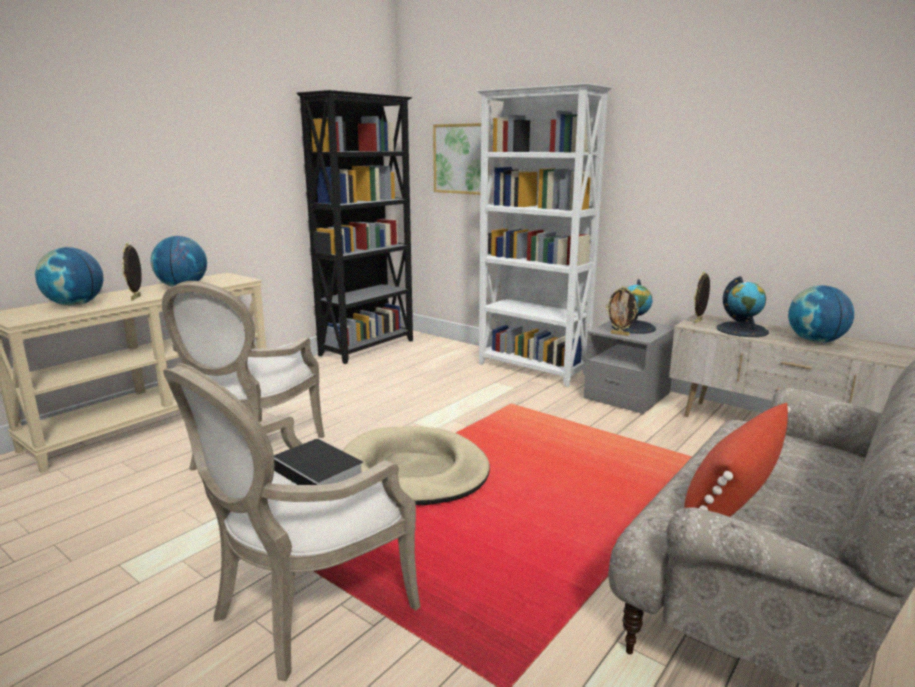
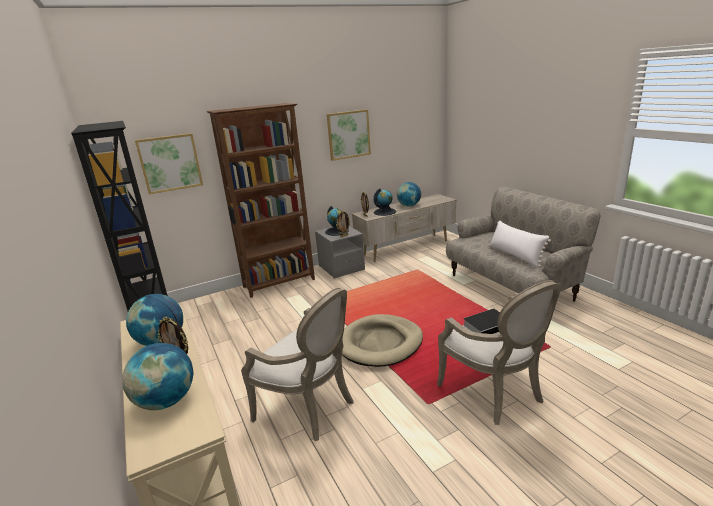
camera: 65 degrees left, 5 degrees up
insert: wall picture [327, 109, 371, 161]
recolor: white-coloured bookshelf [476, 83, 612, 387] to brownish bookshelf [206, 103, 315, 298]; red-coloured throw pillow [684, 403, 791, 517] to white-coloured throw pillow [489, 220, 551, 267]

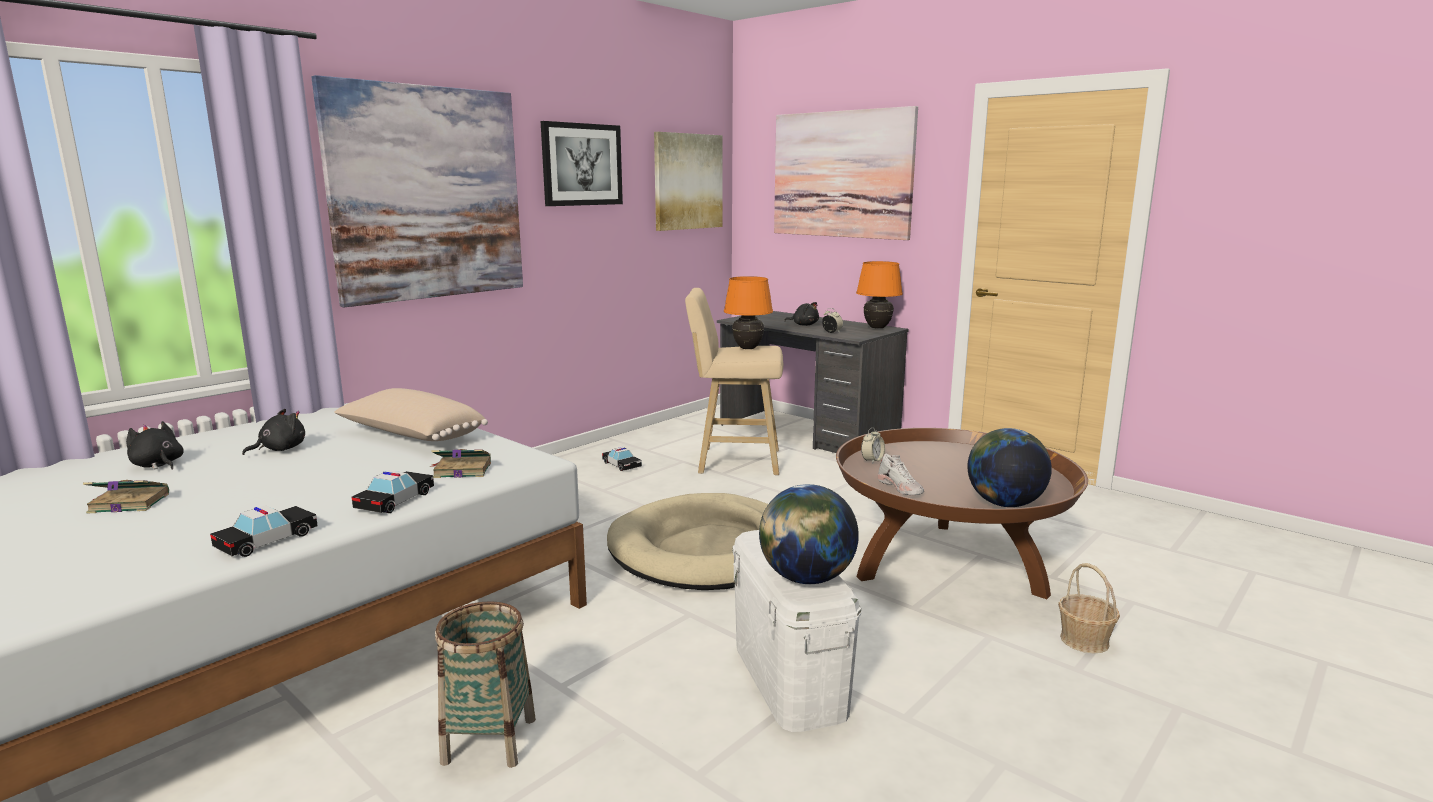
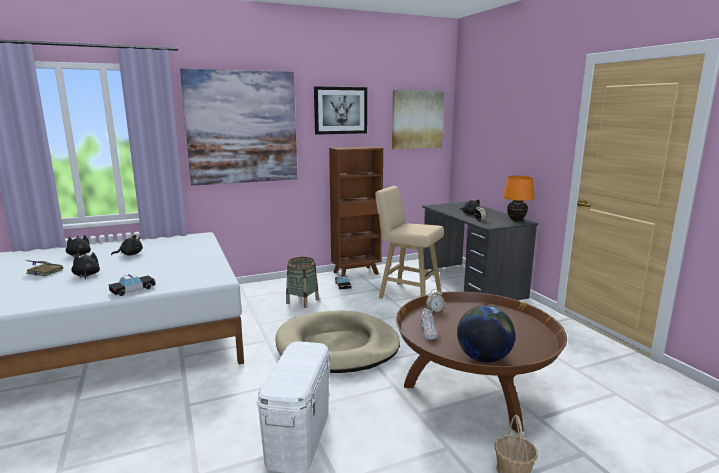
camera: 25 degrees right, 0 degrees up
delete: model car [210, 505, 318, 557]; beige throw pillow [334, 388, 488, 441]; volume [430, 449, 491, 478]; orange-coloured lamp for a table [724, 276, 773, 349]; globe [759, 484, 859, 584]; wall picture [774, 106, 918, 240]
insert: blackish soft toy [71, 252, 100, 280]; brownish bookshelf [329, 146, 383, 276]
move: household basket [435, 601, 536, 768] to [286, 257, 319, 308]

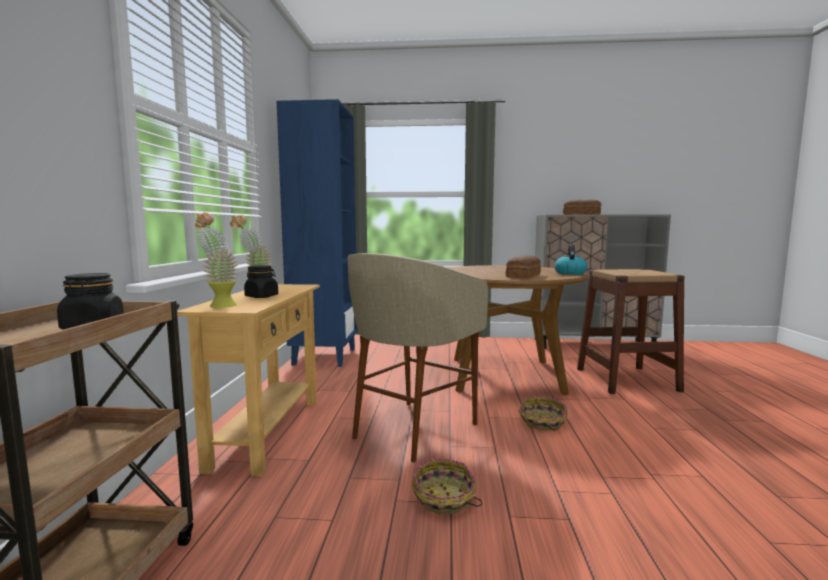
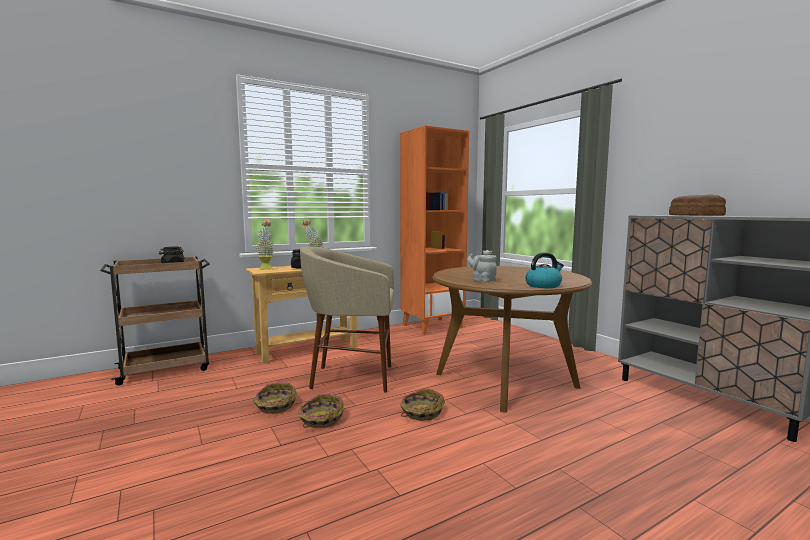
camera: 55 degrees right, 0 degrees up
delete: brownish sitting stool [577, 269, 685, 394]
insert: household basket [299, 394, 344, 428]
replace: bakery bread [506, 255, 541, 279] to grey teapot [467, 250, 497, 282]
recolor: blue-coloured bookshelf [277, 99, 358, 367] to orange-coloured bookshelf [400, 126, 469, 335]

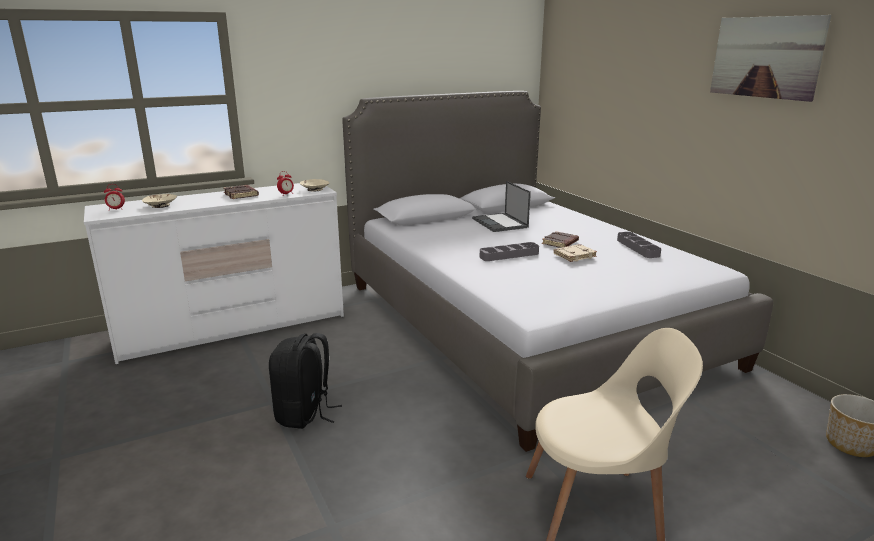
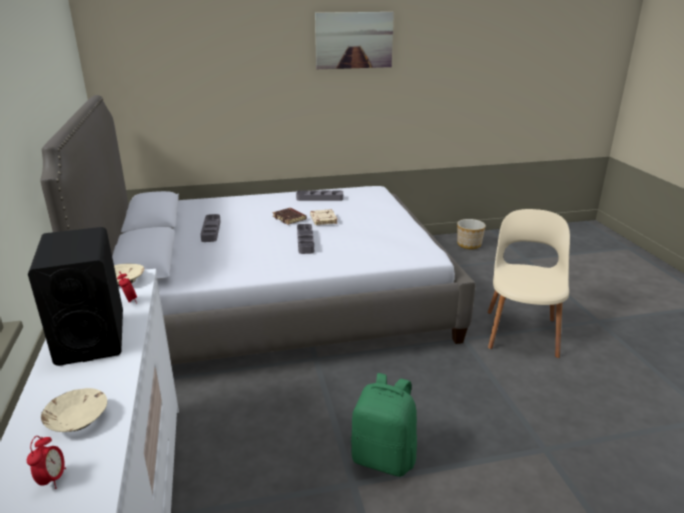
camera: 75 degrees left, 5 degrees up
replace: brownish volume [224, 185, 259, 199] to blackish audio speaker [28, 227, 123, 366]; laptop [472, 181, 531, 232] to grey tray [200, 214, 221, 242]
recolor: blackish knapsack [269, 333, 342, 429] to green-coloured knapsack [351, 373, 417, 477]

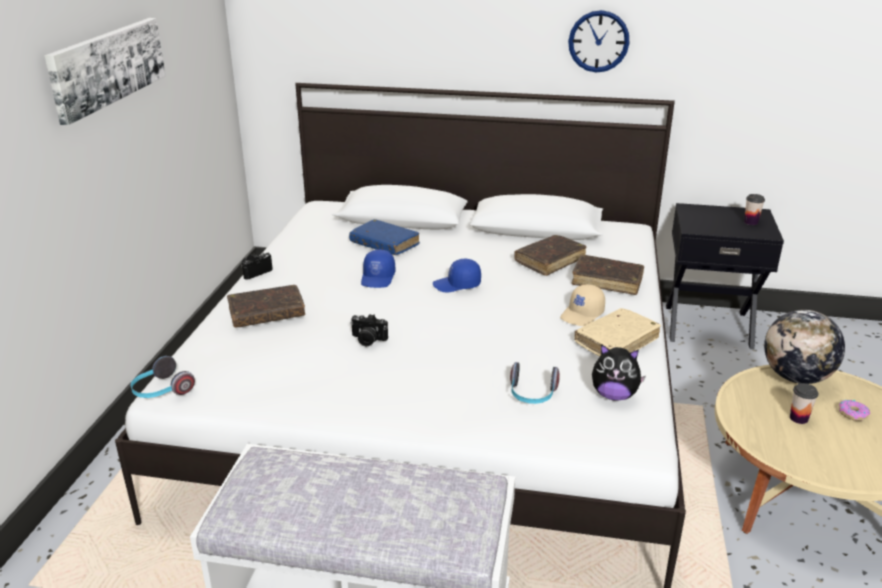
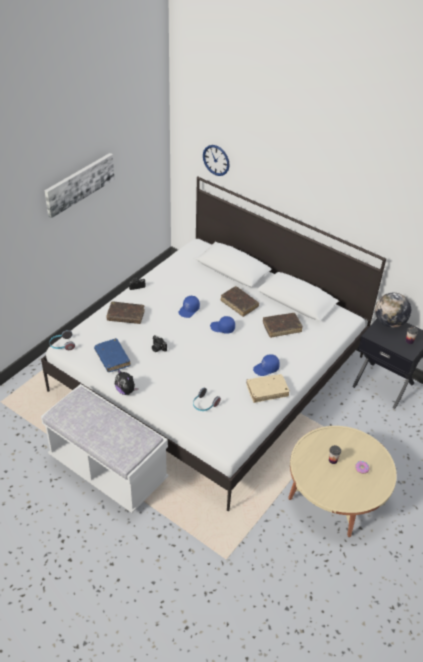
camera: 25 degrees right, 15 degrees up
move: blue-coloured volume [349, 219, 420, 255] to [94, 338, 131, 372]; soft toy [592, 344, 646, 401] to [115, 369, 138, 395]; wall clock [568, 10, 629, 72] to [203, 145, 230, 176]; brownish volume [571, 255, 644, 295] to [221, 286, 259, 317]; globe [764, 310, 845, 384] to [375, 293, 411, 328]
recolor: beige baseball cap [560, 284, 605, 326] to blue-coloured baseball cap [253, 354, 280, 376]

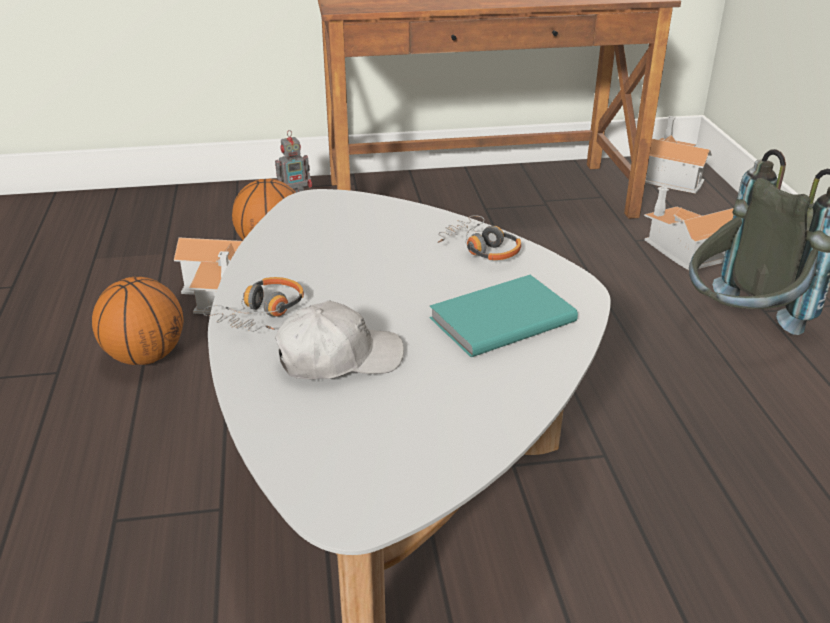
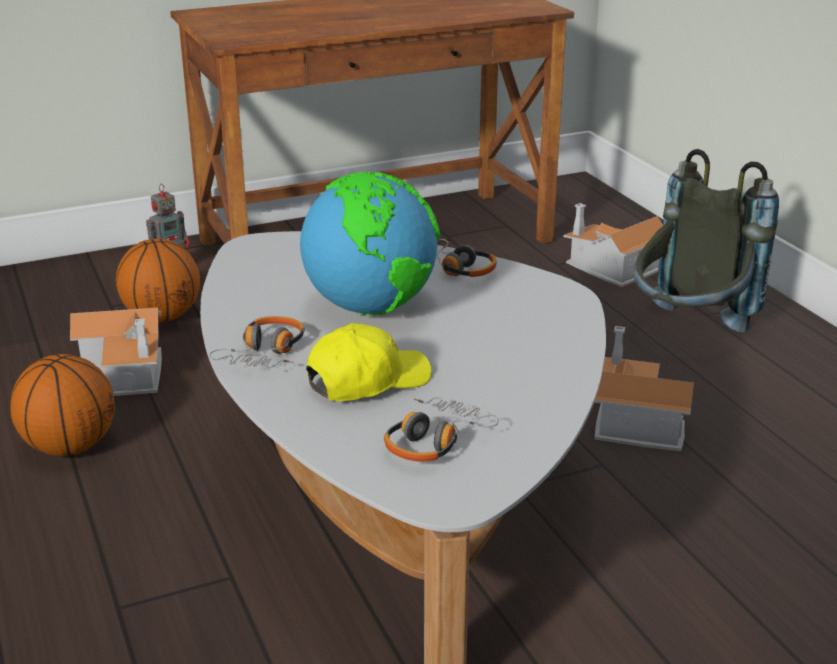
camera: 15 degrees left, 5 degrees down
delete: turquoise-coloured volume [429, 275, 578, 357]
insert: globe [300, 172, 440, 316]; headset [384, 397, 499, 462]
move: toy house [645, 116, 712, 194] to [594, 326, 694, 451]
recolor: white-coloured baseball cap [275, 301, 404, 380] to yellowish baseball cap [306, 323, 432, 401]

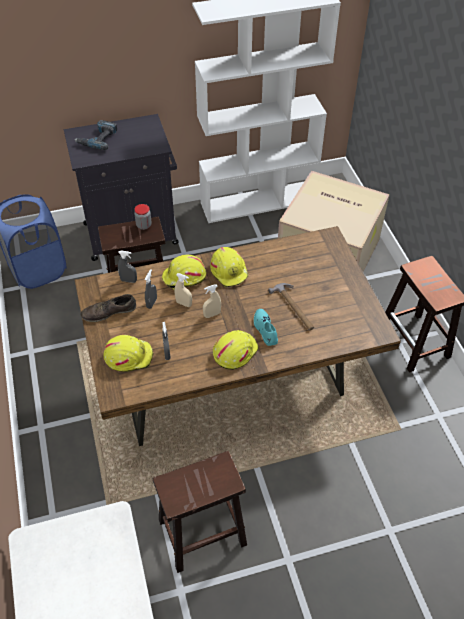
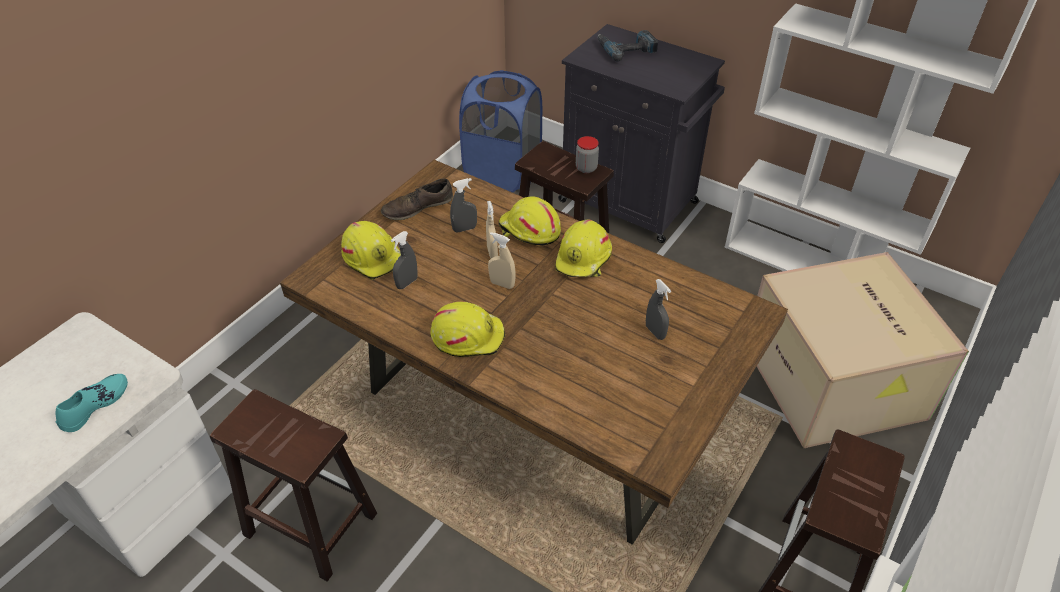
camera: 50 degrees right, 5 degrees down
delete: hammer [268, 283, 314, 330]
move: turquoise-coloured low shoe [254, 309, 278, 346] to [55, 374, 128, 432]; grey hand sprayer [118, 251, 137, 283] to [646, 279, 671, 340]
rotate: brownish low shoe [81, 294, 136, 322] = [381, 179, 453, 220] 60 degrees counterclockwise

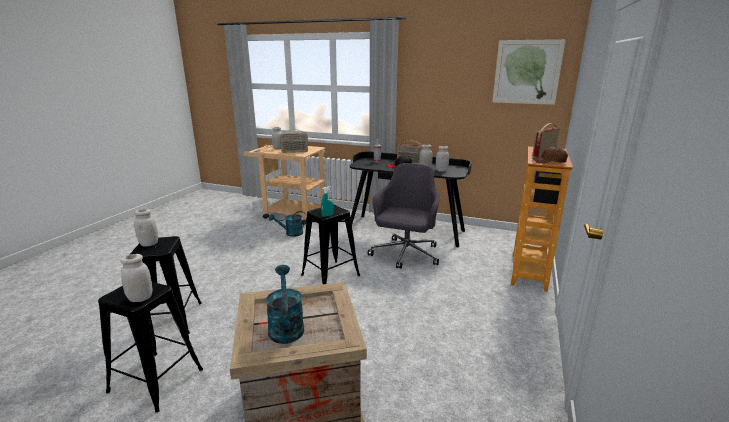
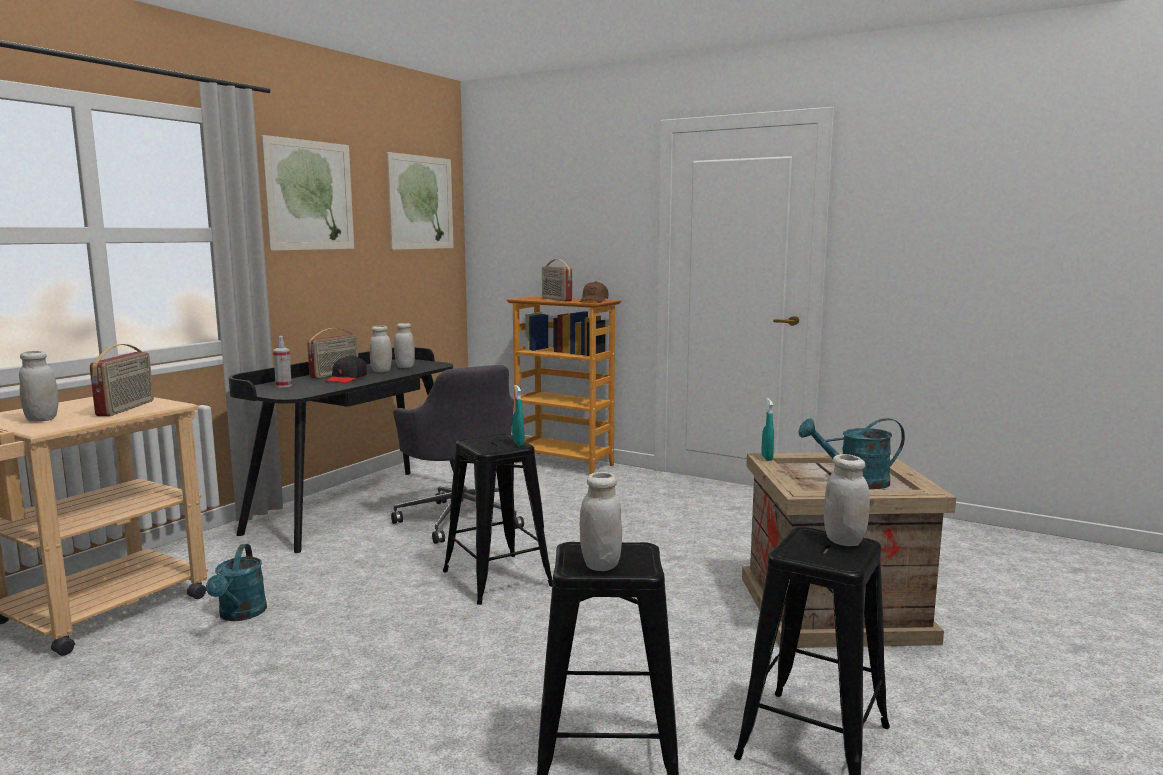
camera: 80 degrees left, 10 degrees down
insert: wall picture [261, 135, 354, 251]; turquoise-coloured hand sprayer [762, 398, 774, 461]
rotate: grey desk chair [368, 163, 440, 269] = [391, 365, 524, 544] 150 degrees counterclockwise

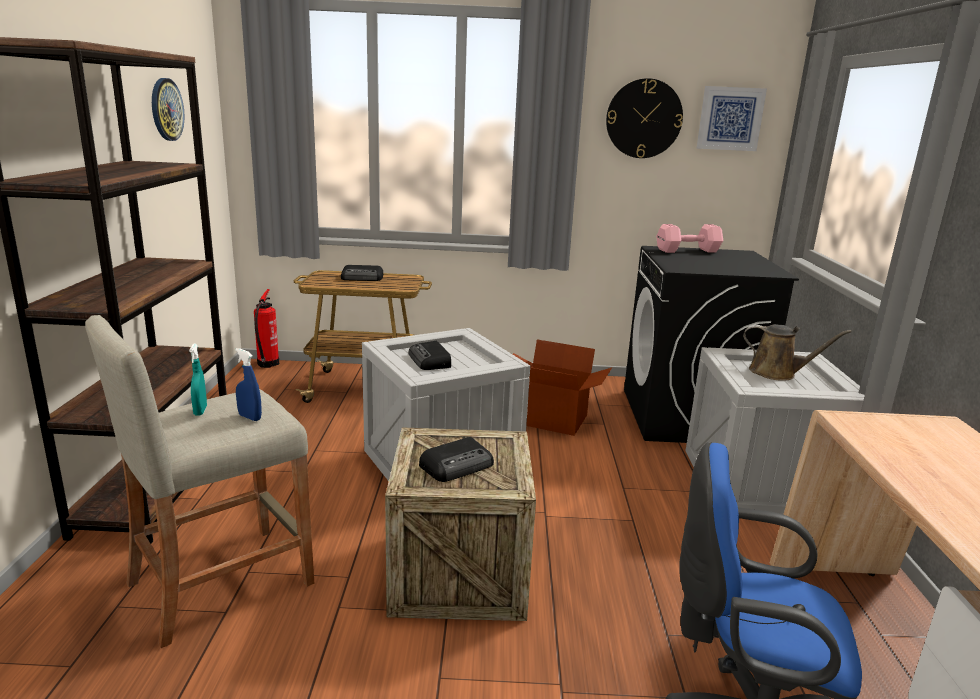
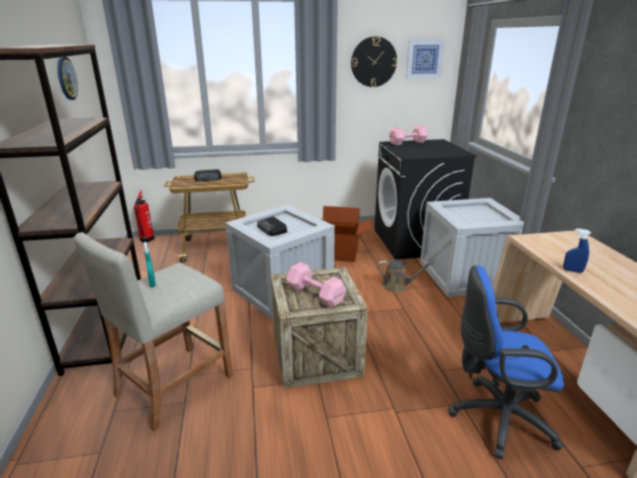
camera: 10 degrees left, 5 degrees up
move: brownish watering can [743, 324, 852, 381] to [377, 260, 434, 292]; blue-coloured hand sprayer [235, 348, 262, 421] to [563, 229, 591, 273]
replace: radio set [419, 437, 494, 482] to pink dumbbell [286, 262, 346, 308]

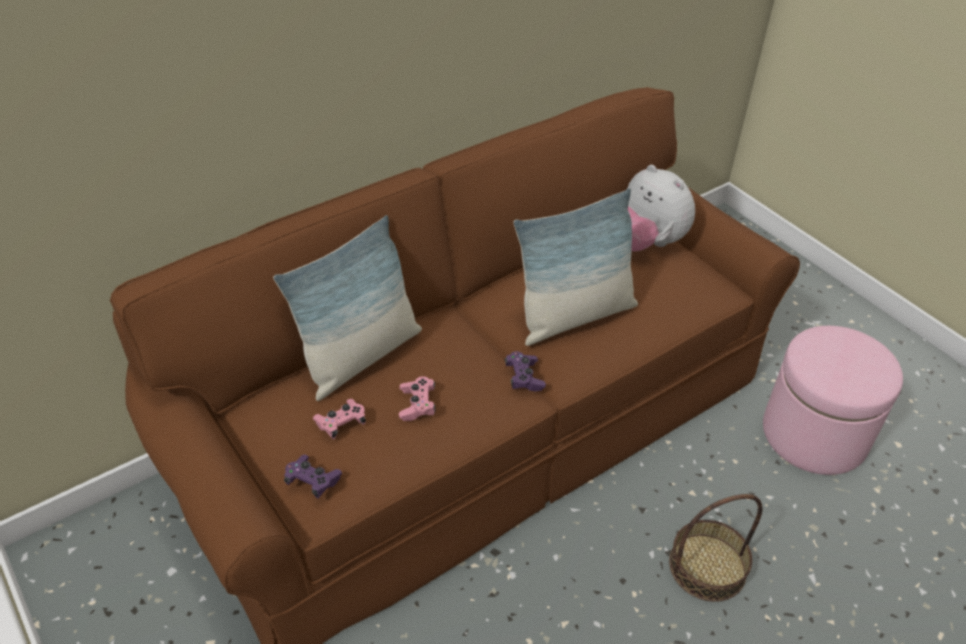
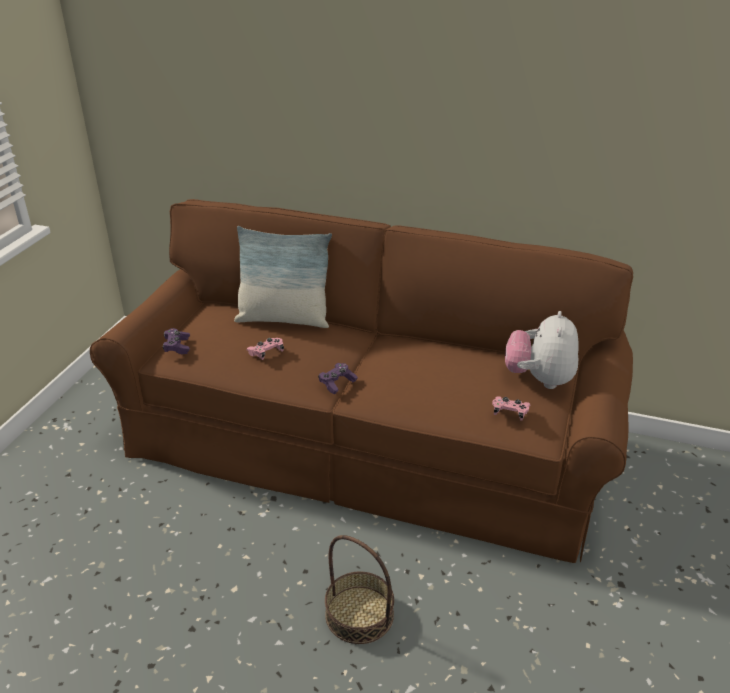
camera: 55 degrees right, 10 degrees down
delete: throw pillow [513, 188, 638, 346]; pink pouffe [763, 326, 903, 475]
move: pink joypad [313, 399, 366, 440] to [492, 396, 530, 421]

